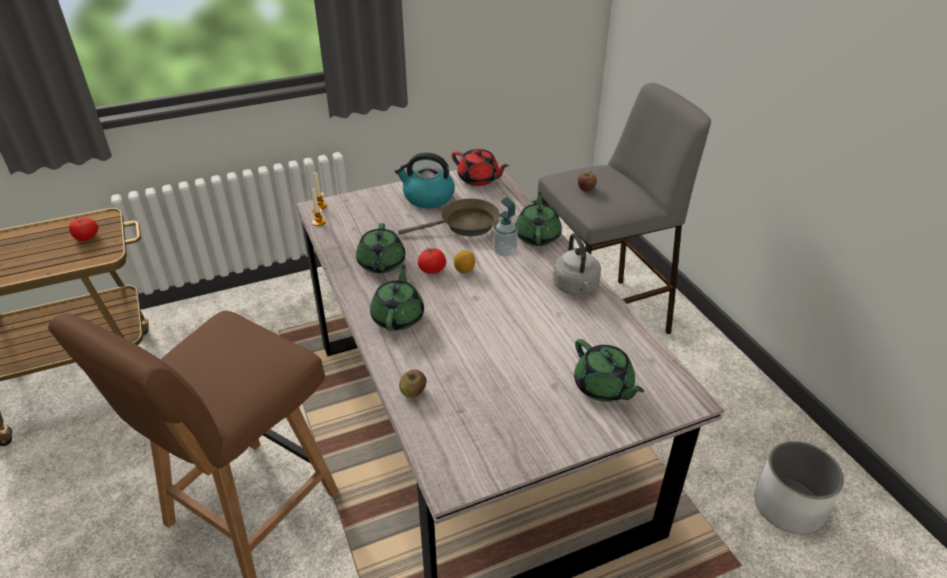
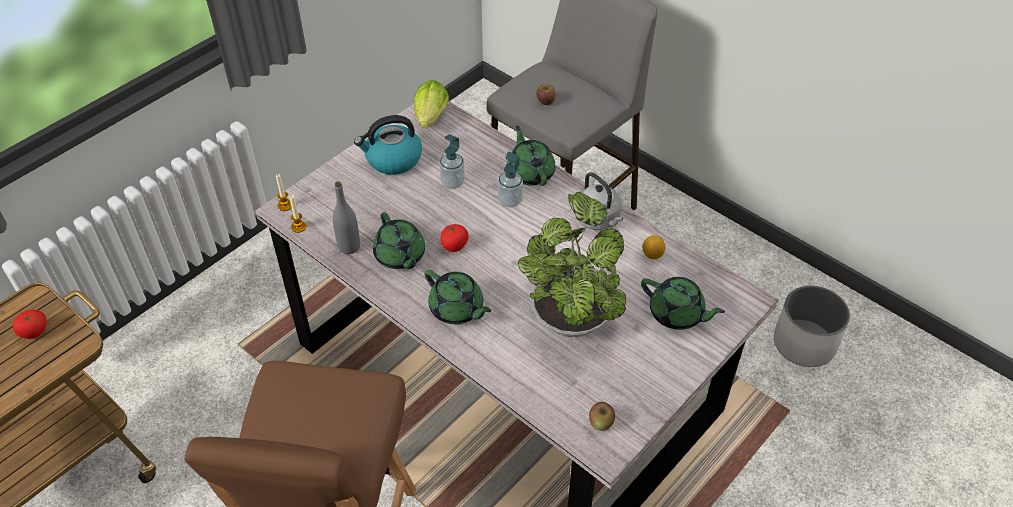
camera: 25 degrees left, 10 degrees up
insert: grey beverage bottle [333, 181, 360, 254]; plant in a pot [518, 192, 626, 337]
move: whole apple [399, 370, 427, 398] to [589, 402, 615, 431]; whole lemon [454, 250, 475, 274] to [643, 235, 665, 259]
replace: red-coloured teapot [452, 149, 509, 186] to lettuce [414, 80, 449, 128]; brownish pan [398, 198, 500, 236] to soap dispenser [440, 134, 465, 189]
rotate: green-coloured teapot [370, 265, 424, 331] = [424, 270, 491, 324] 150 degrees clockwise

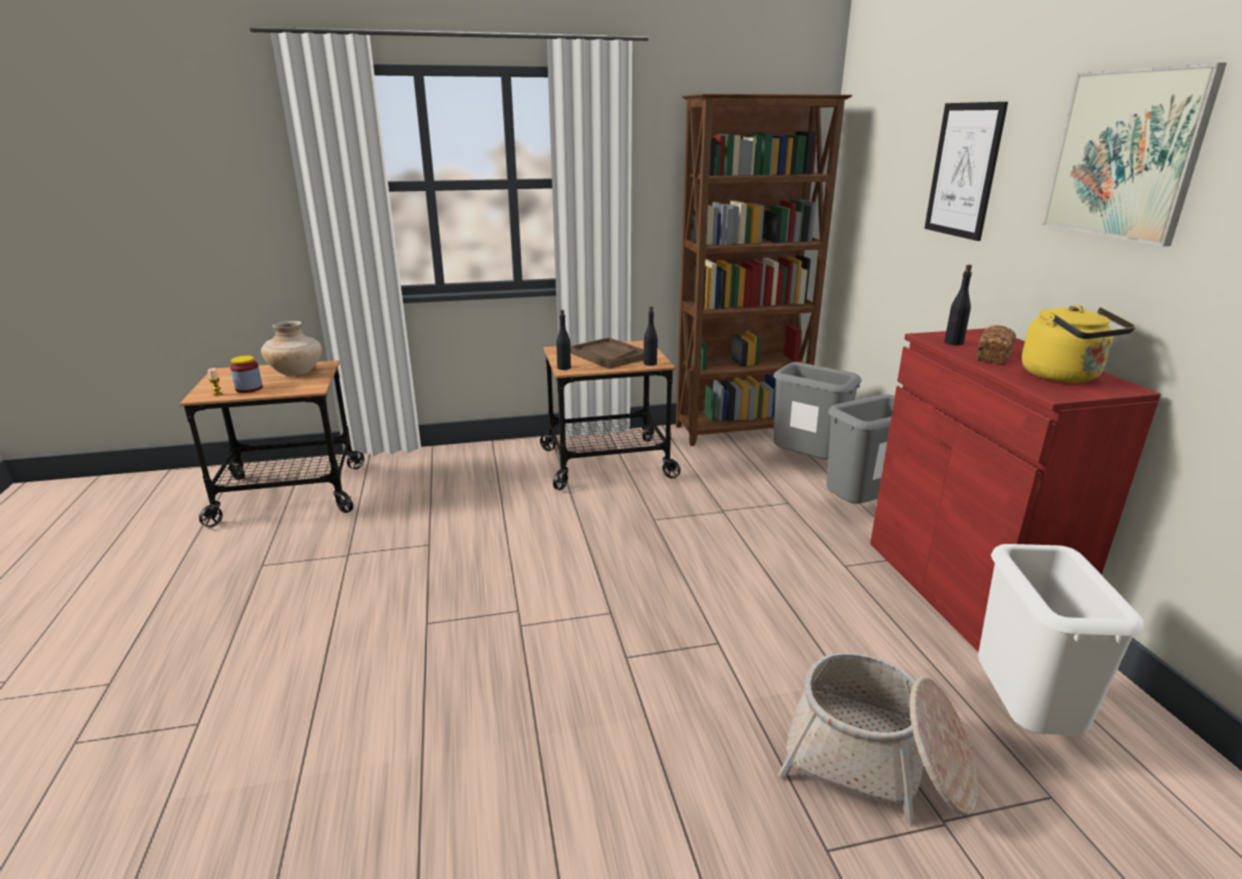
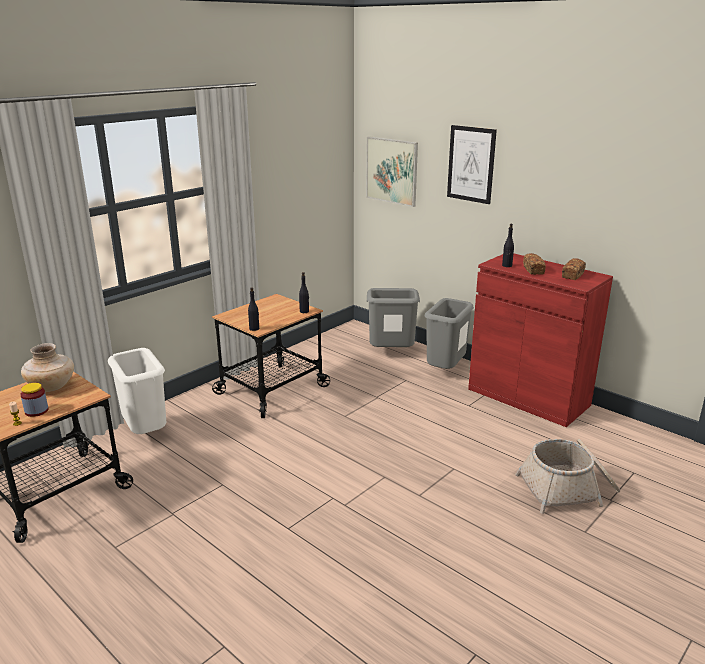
camera: 35 degrees left, 0 degrees up
delete: brownish tray [570, 337, 644, 369]; brownish bookshelf [676, 94, 852, 446]
move: white-coloured rubbish bin [978, 544, 1144, 735] to [108, 348, 166, 434]; wall picture [1042, 63, 1227, 246] to [366, 136, 418, 207]
replace: yellowish kettle [1022, 305, 1135, 383] to bakery bread [562, 258, 586, 280]

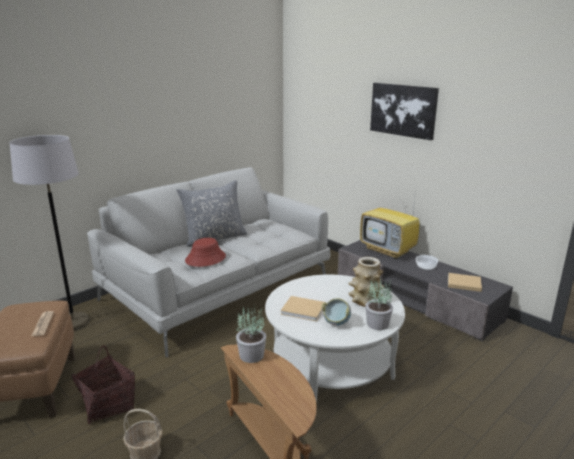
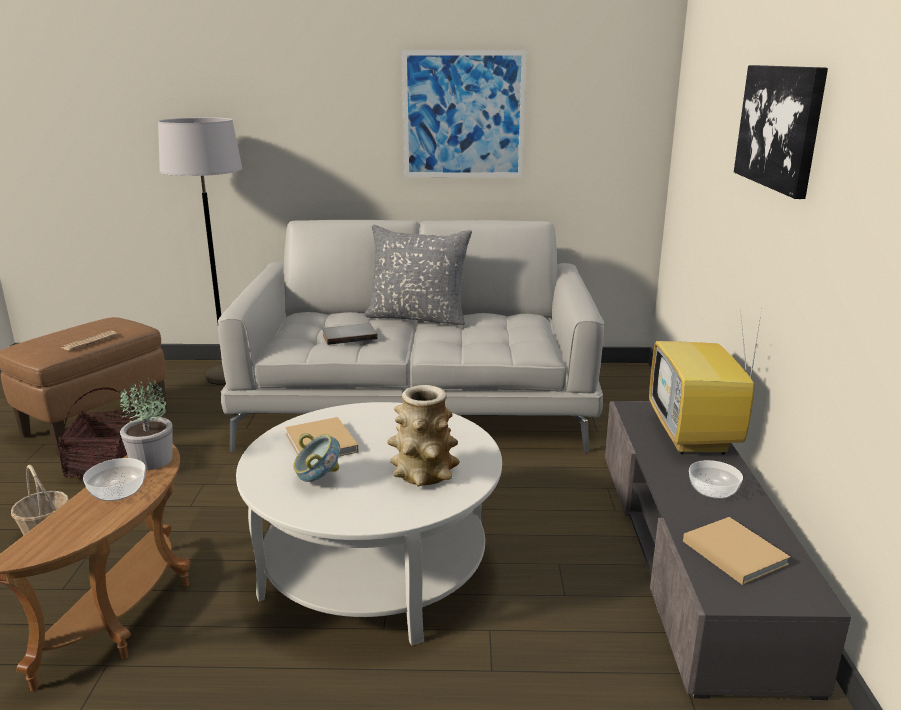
camera: 45 degrees right, 0 degrees up
delete: plant in a pot [366, 278, 393, 330]
insert: serving bowl [83, 458, 146, 501]; wall picture [402, 50, 527, 177]
replace: red-coloured clothing hat [185, 238, 226, 267] to grey volume [322, 323, 378, 345]

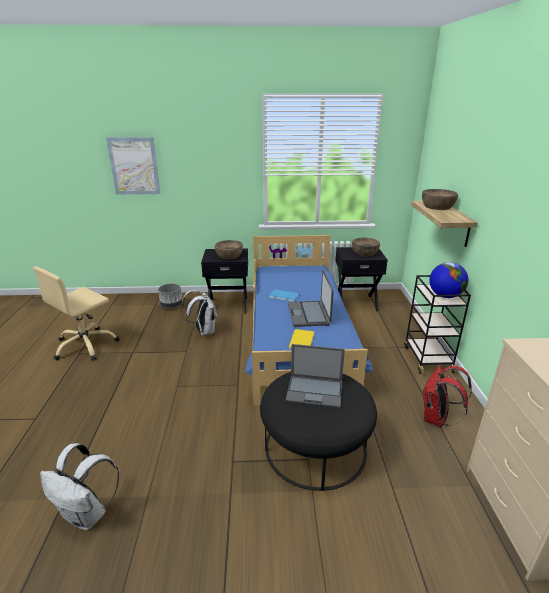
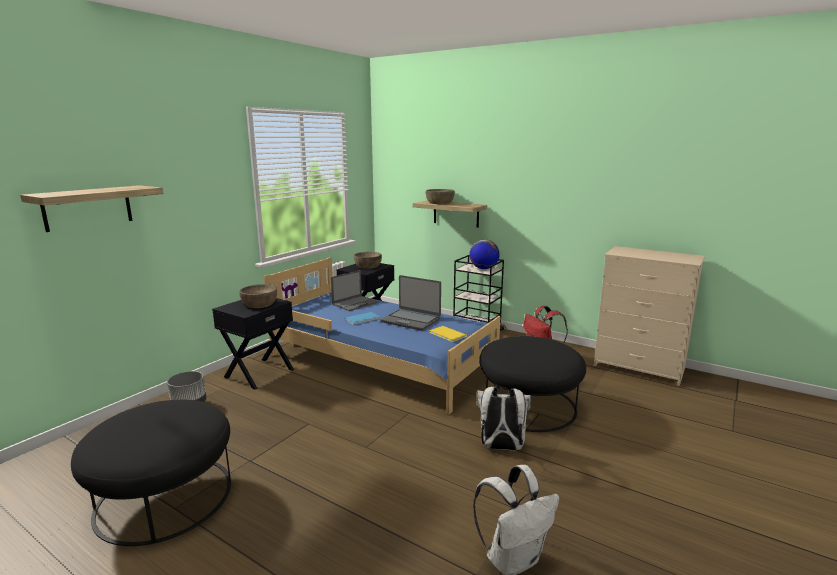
camera: 55 degrees left, 10 degrees down
move: laptop [286, 344, 345, 408] to [331, 270, 378, 311]; white-coloured knapsack [181, 290, 217, 336] to [477, 387, 531, 450]
replace: wall picture [106, 137, 161, 194] to wall shelf [20, 185, 163, 232]; beige desk chair [33, 266, 119, 361] to blackish pouffe [71, 400, 231, 546]

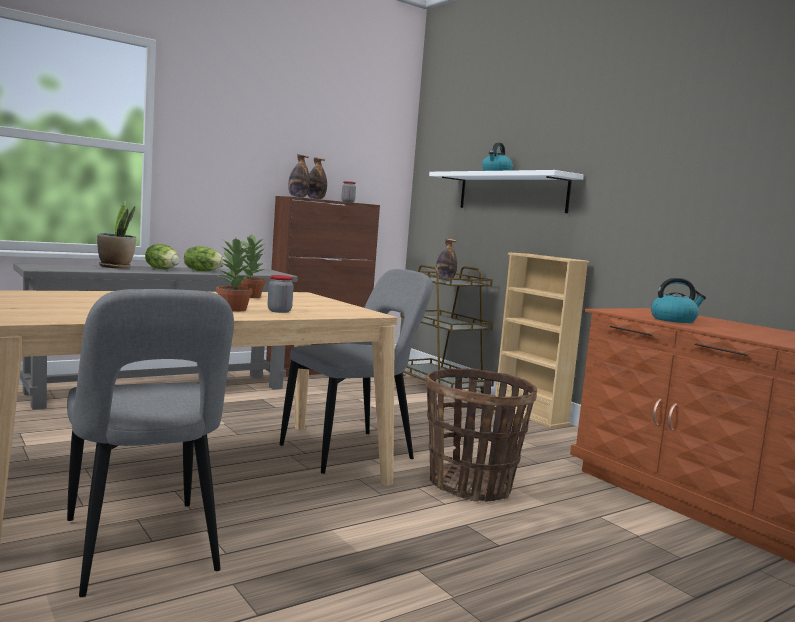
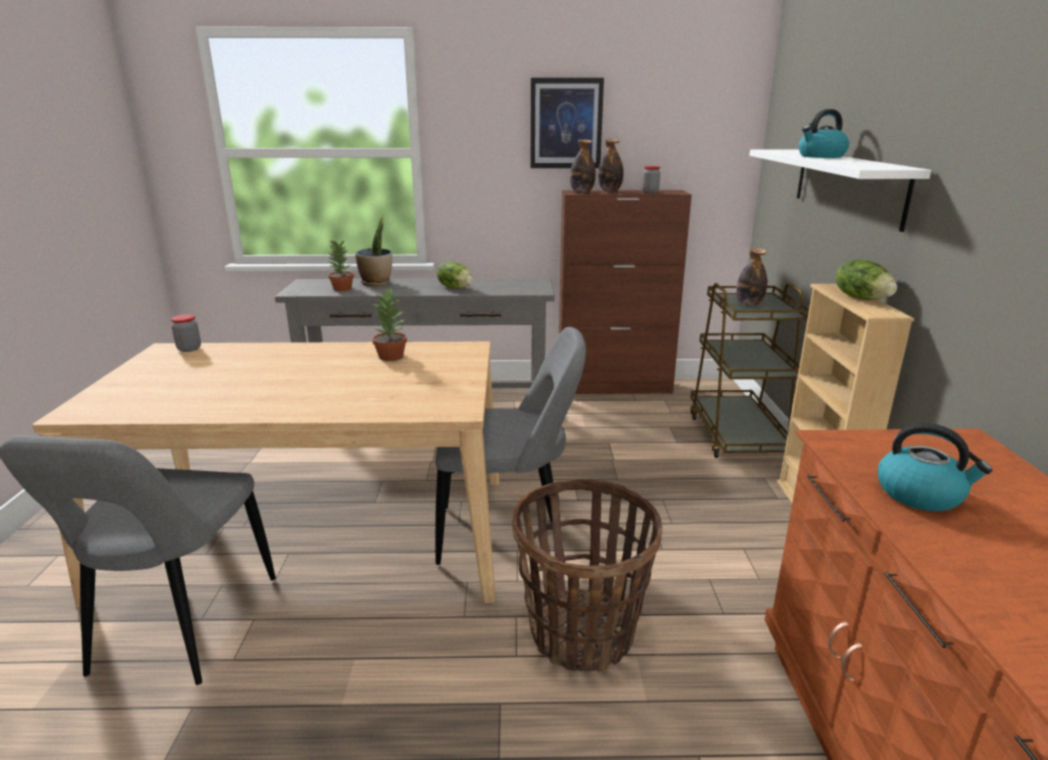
camera: 35 degrees right, 15 degrees up
insert: wall picture [530, 78, 604, 168]
move: preserve jar [268, 275, 294, 313] to [171, 314, 201, 352]; plant in a pot [216, 238, 252, 312] to [328, 239, 354, 291]; lettuce [145, 244, 180, 269] to [836, 260, 897, 300]

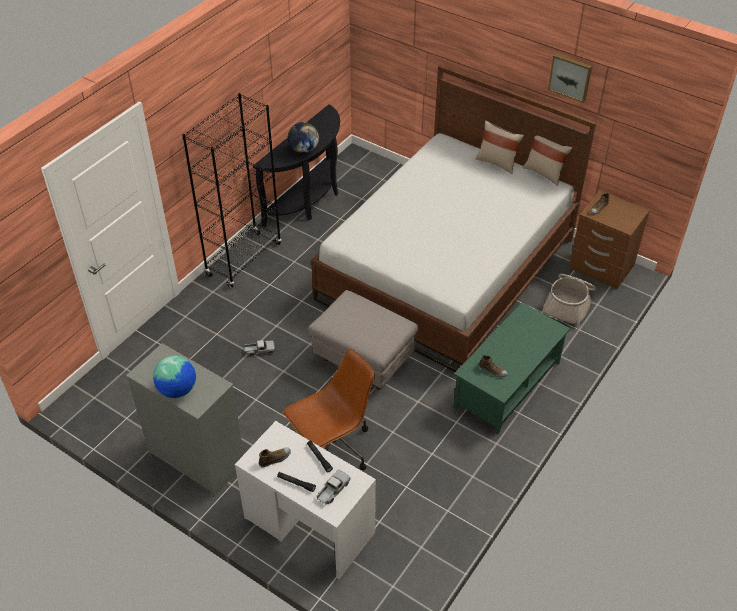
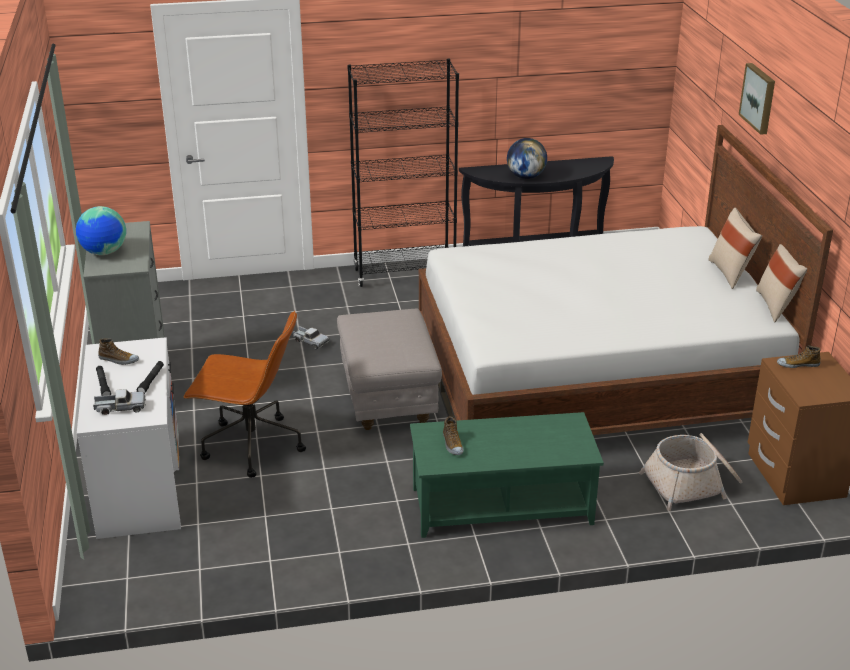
camera: 45 degrees right, 15 degrees down
move: wall picture [548, 54, 592, 103] to [739, 63, 775, 135]

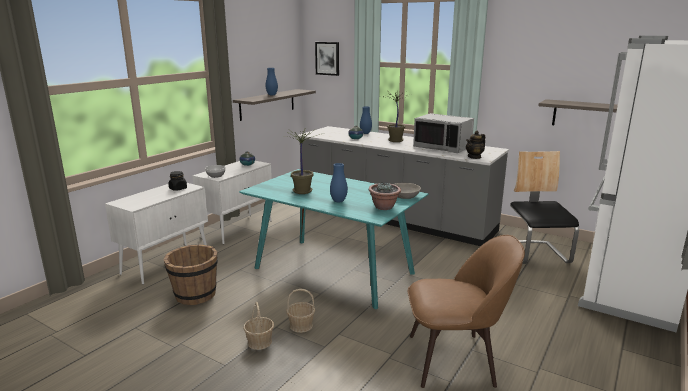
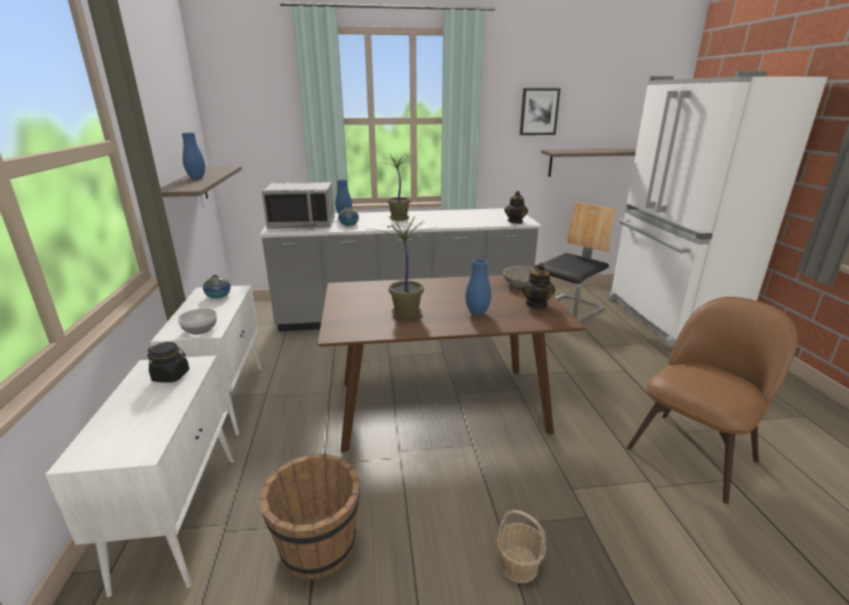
camera: 40 degrees left, 5 degrees up
delete: household basket [286, 289, 315, 333]
move: grey microwave oven [413, 113, 474, 153] to [262, 182, 335, 229]; wall picture [315, 42, 339, 76] to [520, 88, 561, 135]
replace: plant in a pot [369, 182, 401, 210] to teapot [521, 263, 555, 309]
recolor: turquoise-coloured kitchen table [239, 169, 429, 309] to brownish kitchen table [318, 275, 585, 452]
rotate: plain chair [510, 151, 579, 264] = [543, 202, 616, 322] 90 degrees clockwise

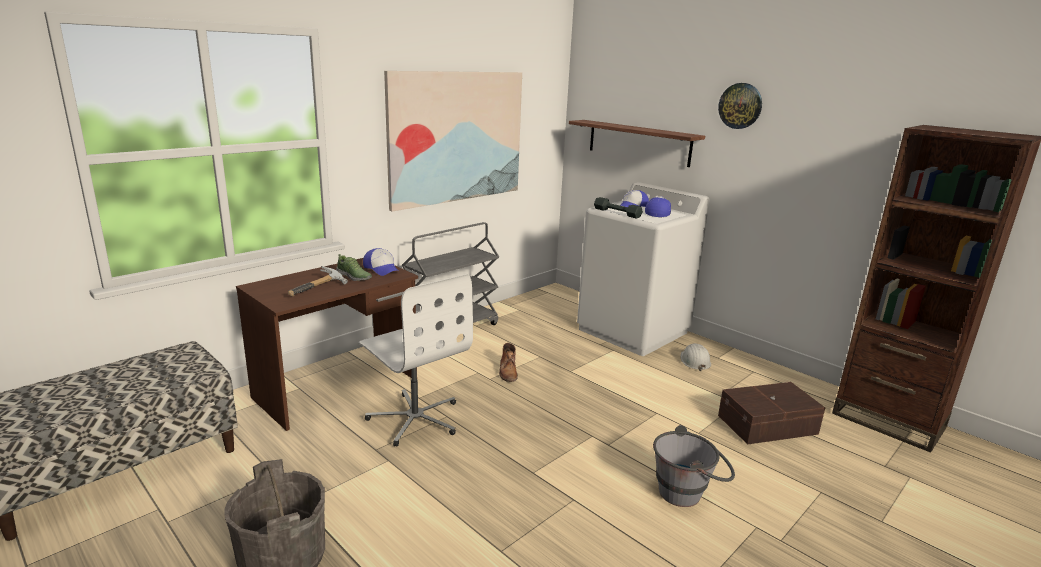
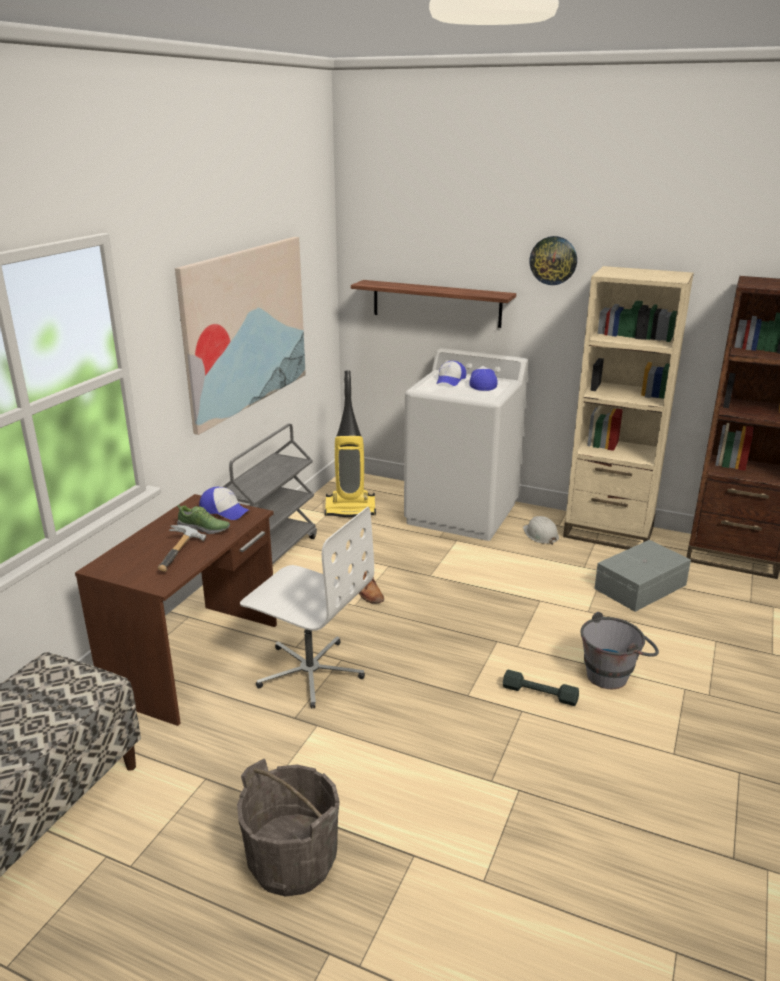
camera: 20 degrees left, 5 degrees up
insert: hoover [324, 371, 376, 517]; beige bookshelf [563, 266, 694, 550]
move: grey dumbbell [594, 197, 643, 218] to [503, 669, 579, 706]
recolor: brownish storage container [718, 382, 825, 445] to grey storage container [594, 540, 691, 612]

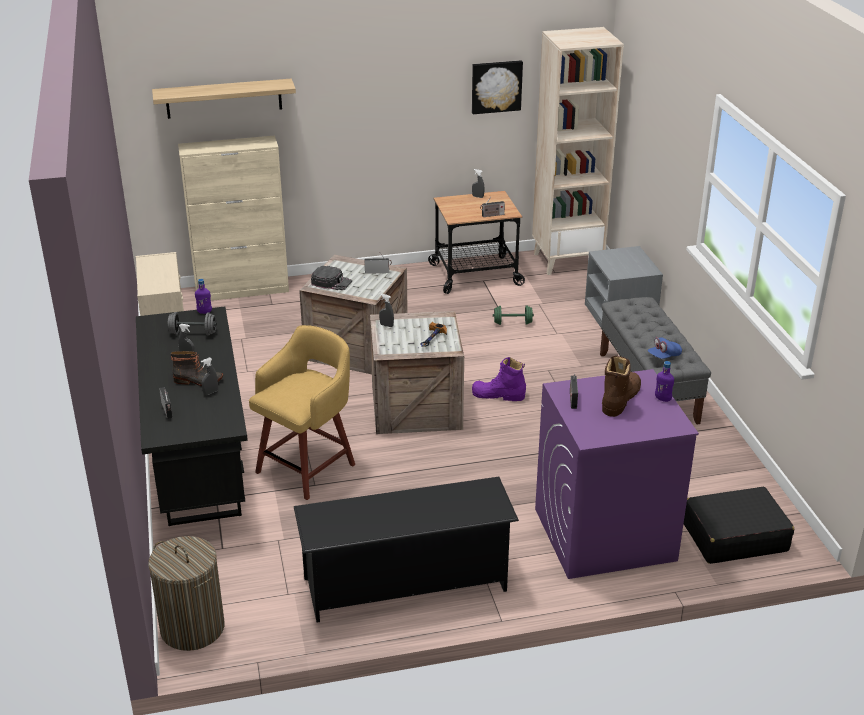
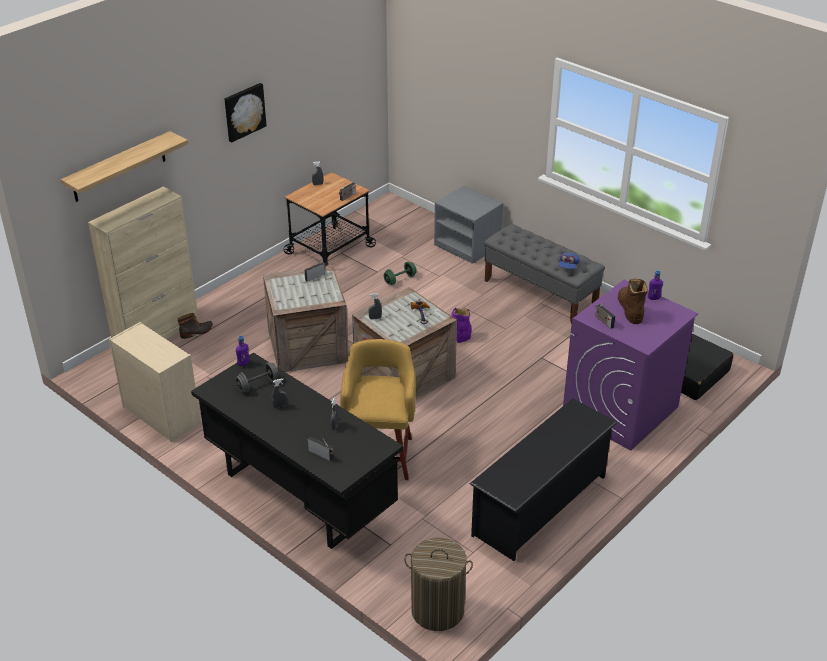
camera: 35 degrees left, 5 degrees up
delete: blackish baseball cap [311, 266, 352, 290]; beige bookshelf [532, 27, 624, 275]
move: tall boot [171, 351, 223, 386] to [178, 313, 213, 339]; wall picture [472, 61, 523, 114] to [224, 83, 267, 142]

